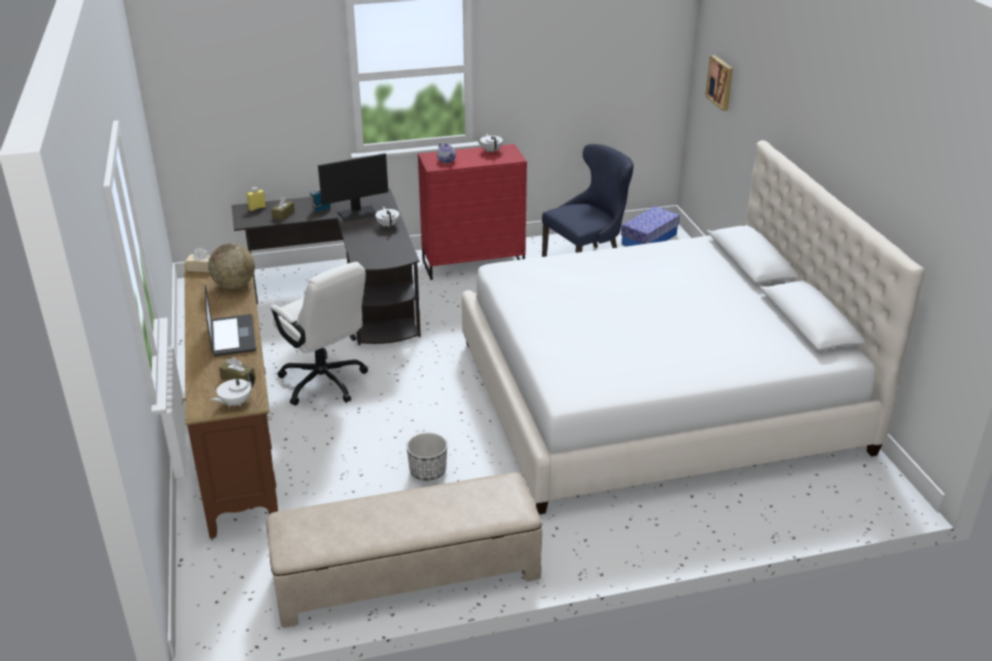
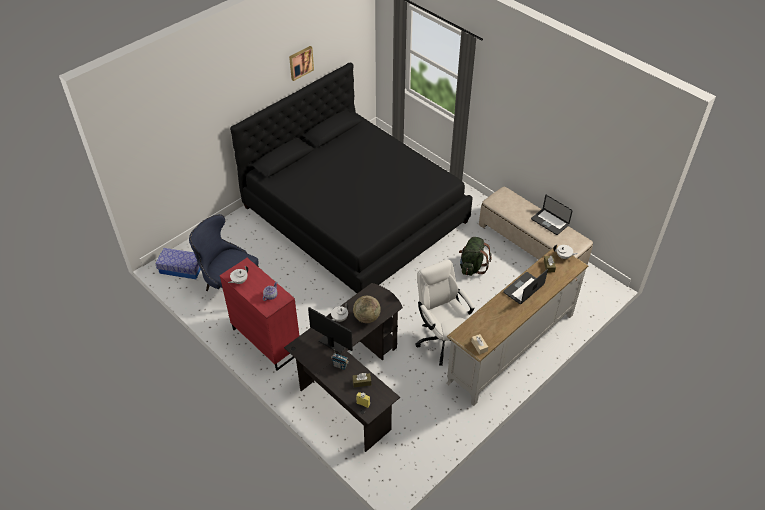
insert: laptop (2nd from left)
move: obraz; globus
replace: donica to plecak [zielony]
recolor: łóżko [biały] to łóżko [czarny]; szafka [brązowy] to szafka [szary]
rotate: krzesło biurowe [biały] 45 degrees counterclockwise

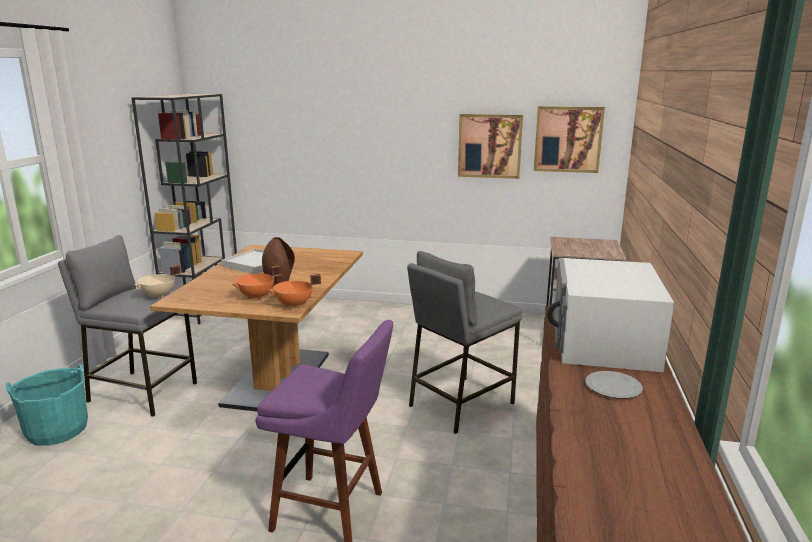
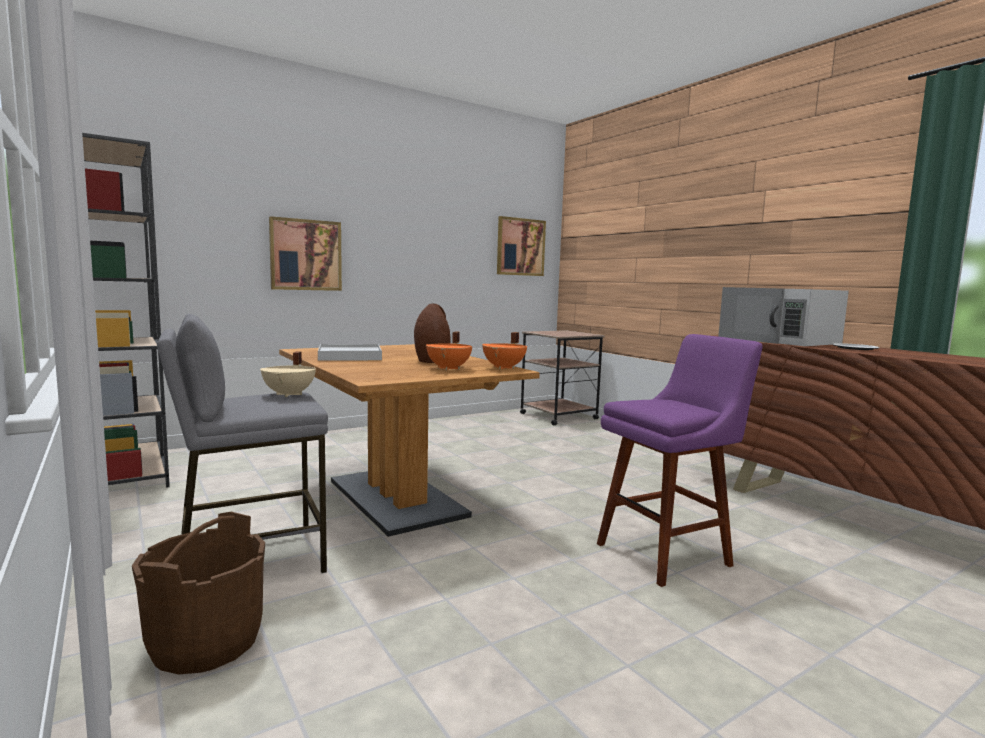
delete: stołek [szary] (2nd from left)
move: obraz (1st from left)
recolor: wiadro [turkusowy] to wiadro [brązowy]

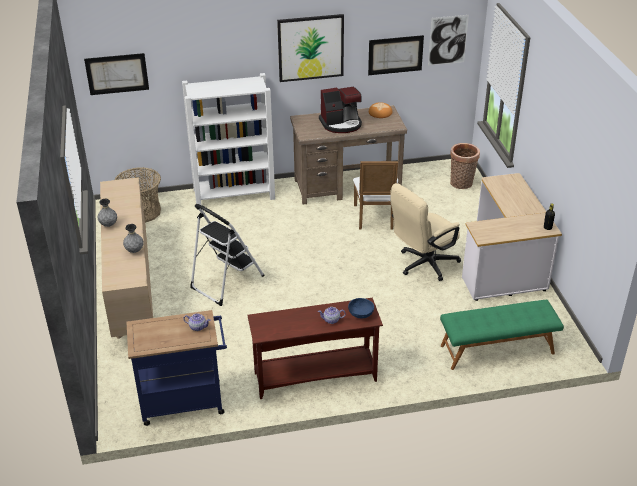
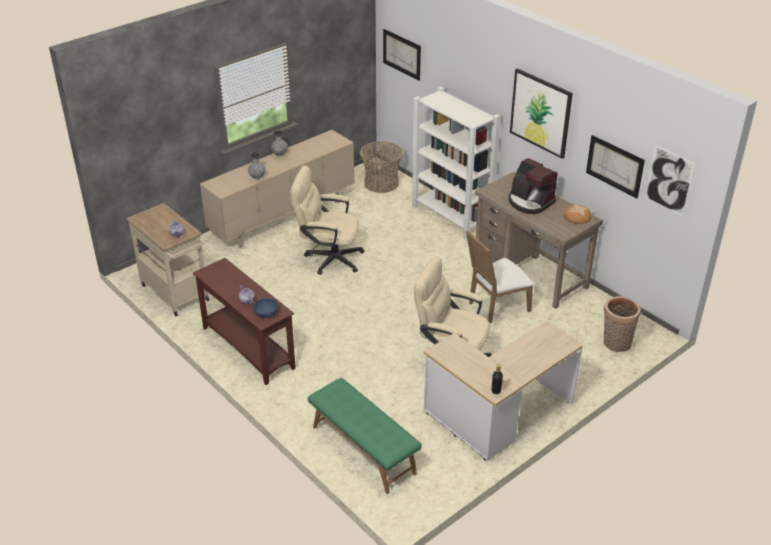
replace: drabinka to krzesło biurowe [beżowy] (1st from left)
recolor: wózek [niebieski] to wózek [beżowy]

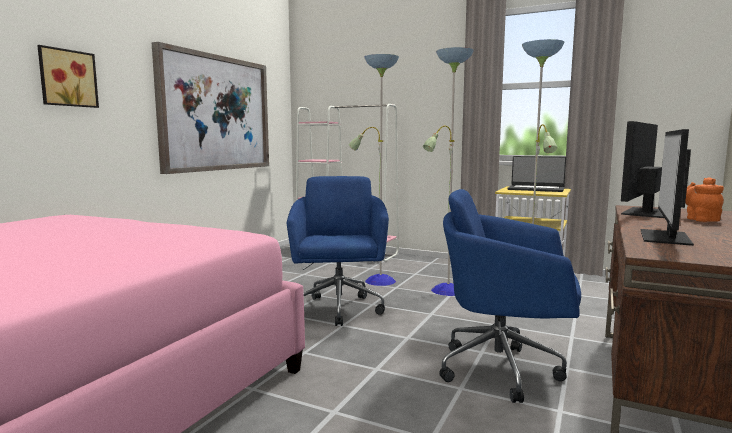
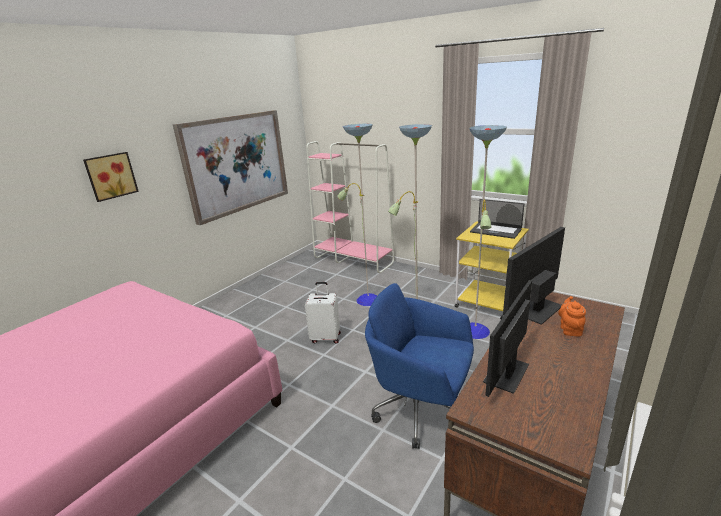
replace: krzesło biurowe [niebieski] (1st from left) to walizka [biały]

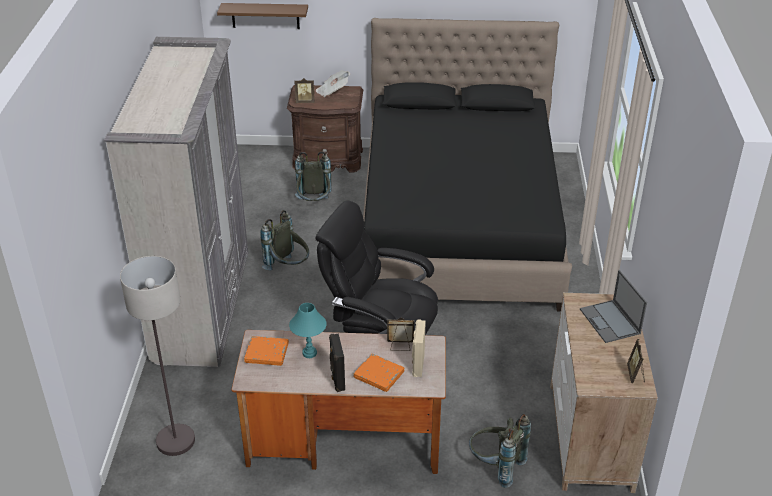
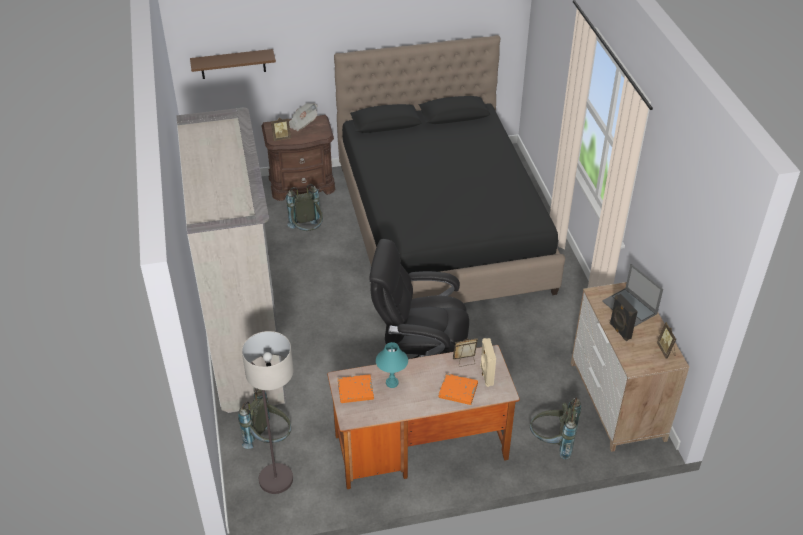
move: plecak [szary] (1st from left); głośnik [czarny]

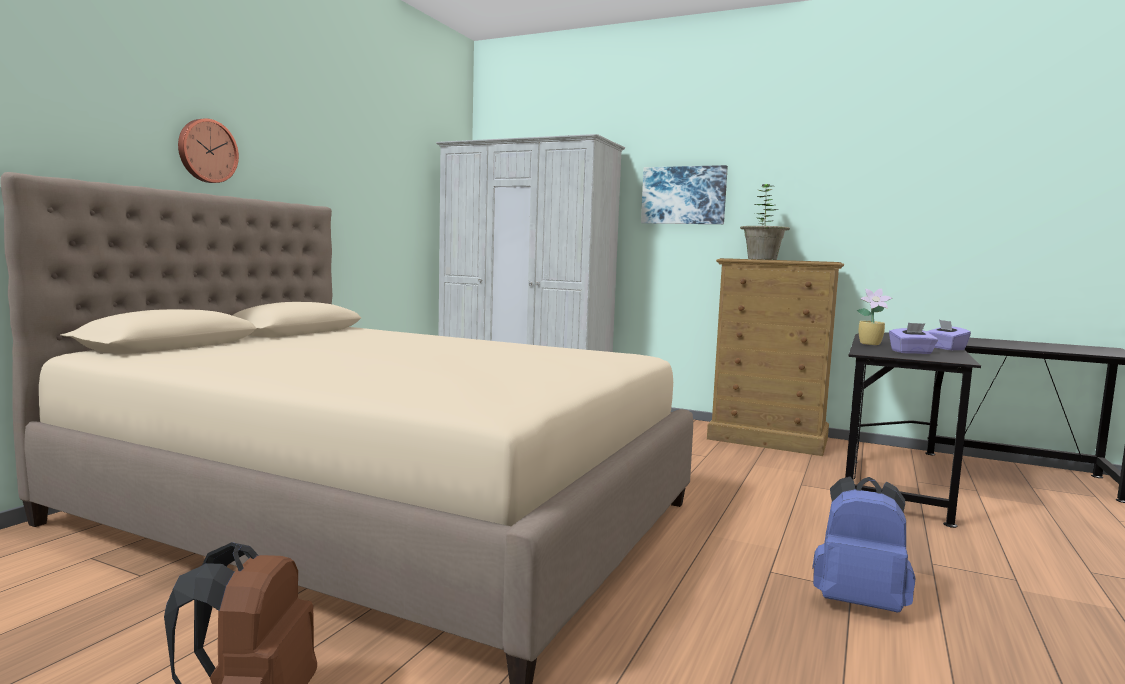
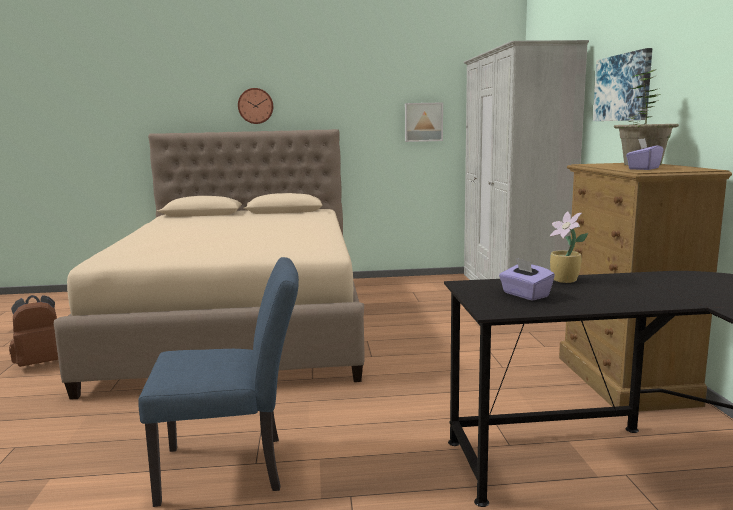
insert: obraz (1st from left)
move: pudełko chusteczek [fioletowy] (2nd from left)
replace: plecak [niebieski] to krzesło [niebieski]

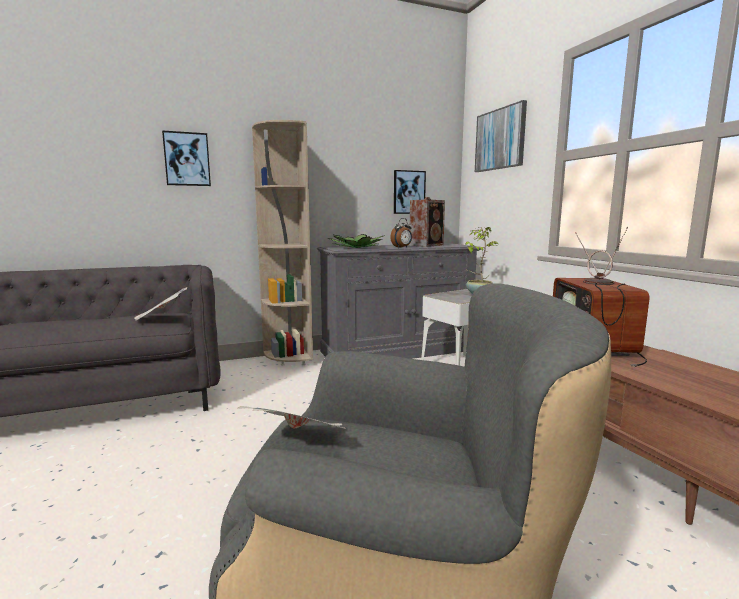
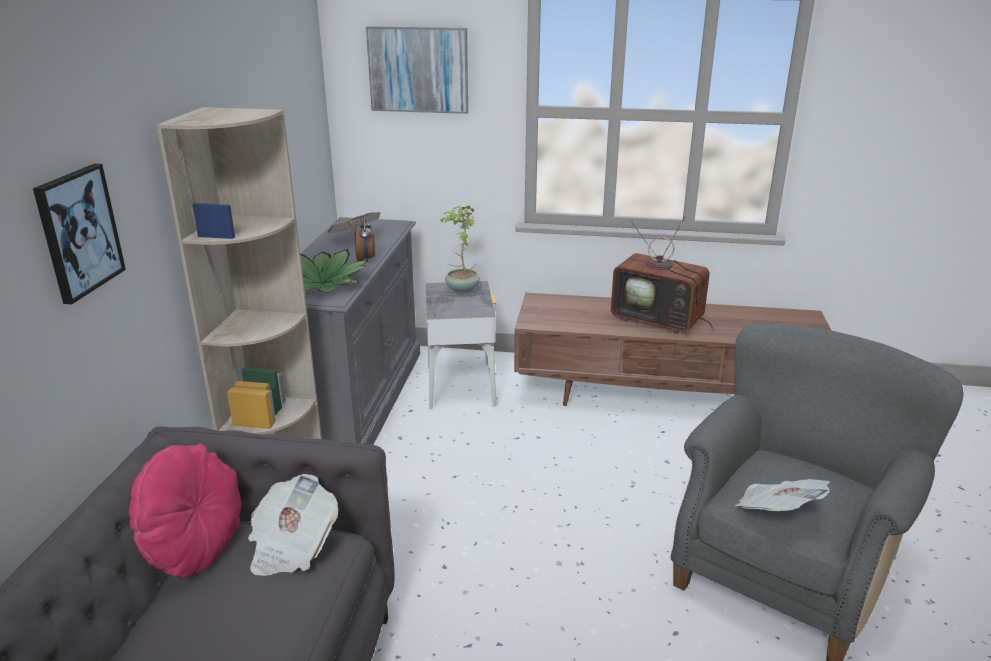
delete: obraz (2nd from left)
insert: poduszka [różowy]
replace: głośnik to gazeta (2nd from left)

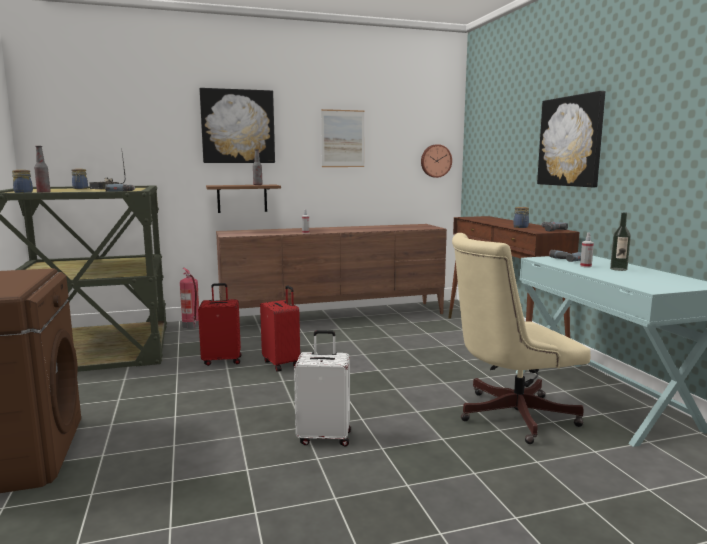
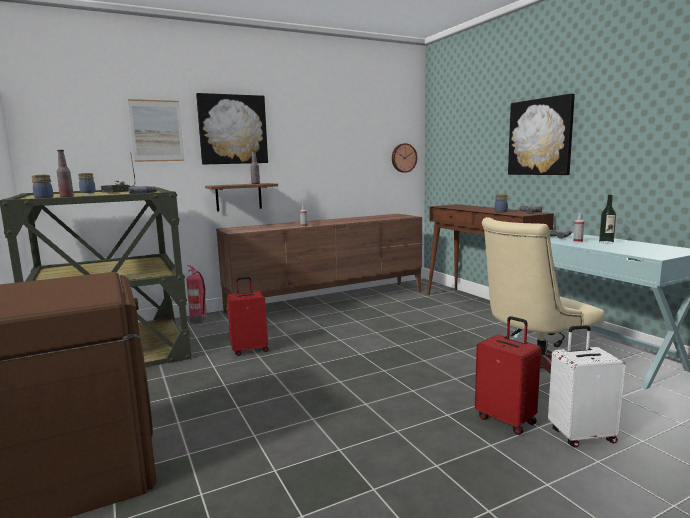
move: obraz (2nd from left in the first image) to obraz (1st from left); walizka [czerwony] (2nd from left); walizka [biały]

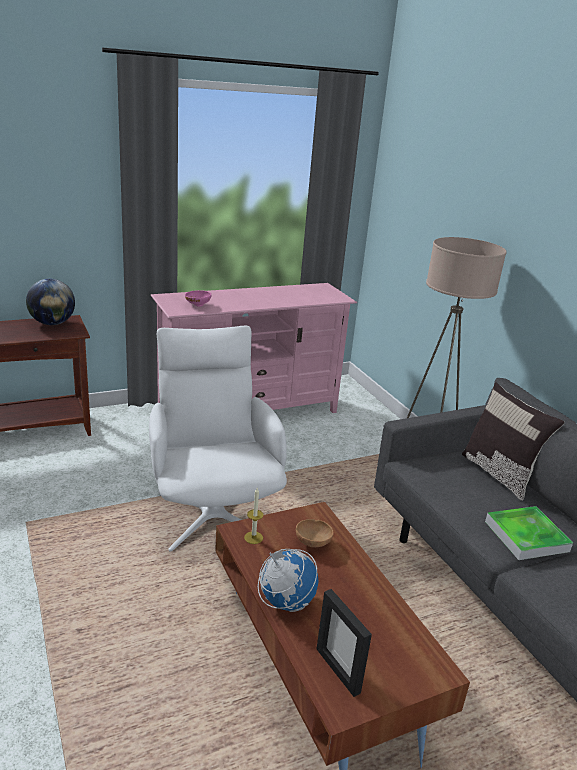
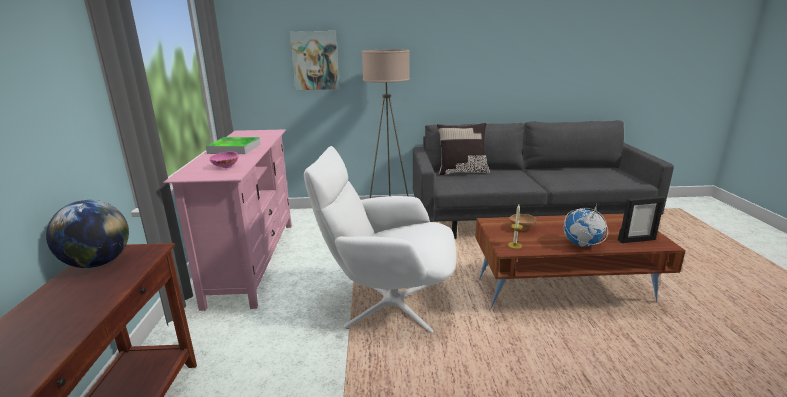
insert: obraz
move: taca

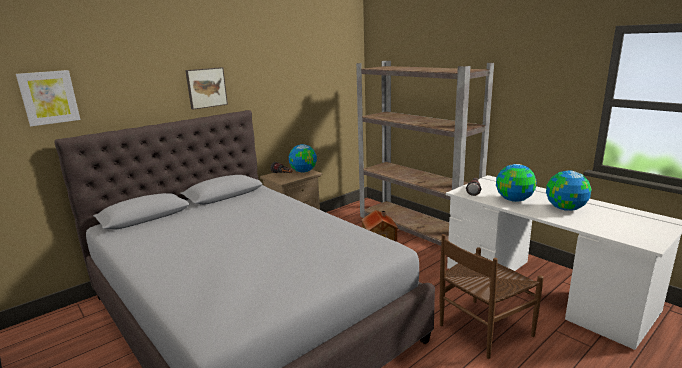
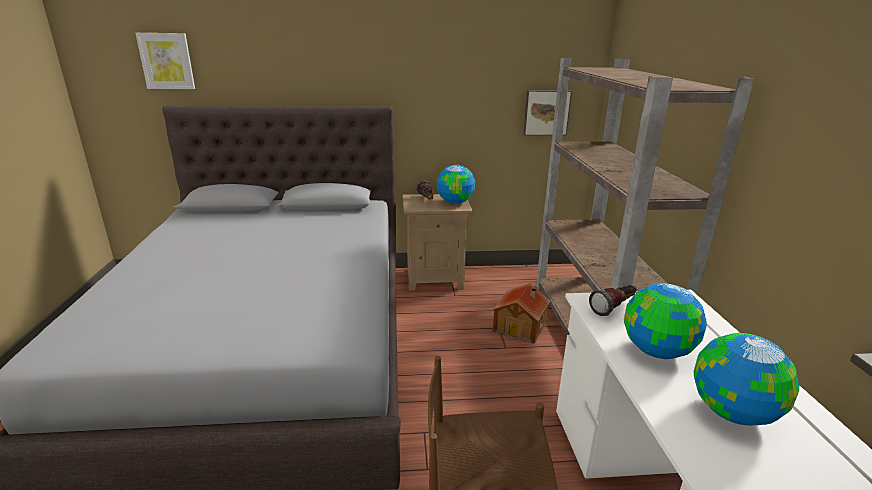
move: obraz (2nd from left)

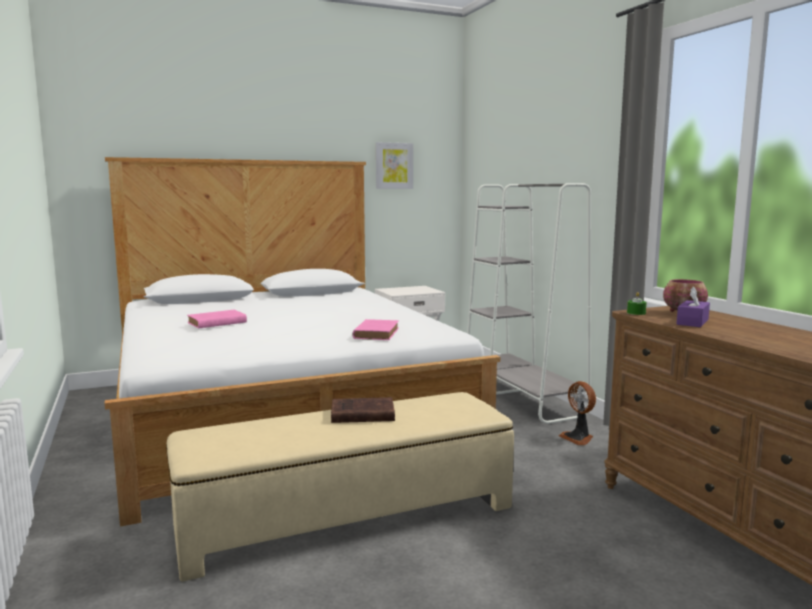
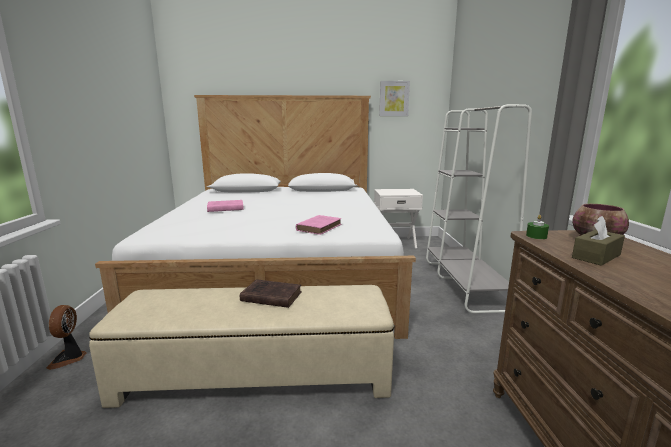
move: wentylator
recolor: pudełko chusteczek [fioletowy] to pudełko chusteczek [brązowy]

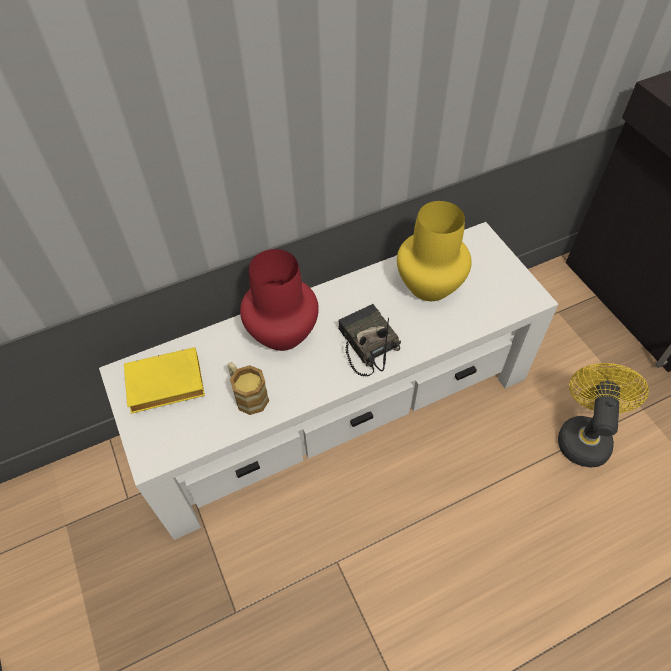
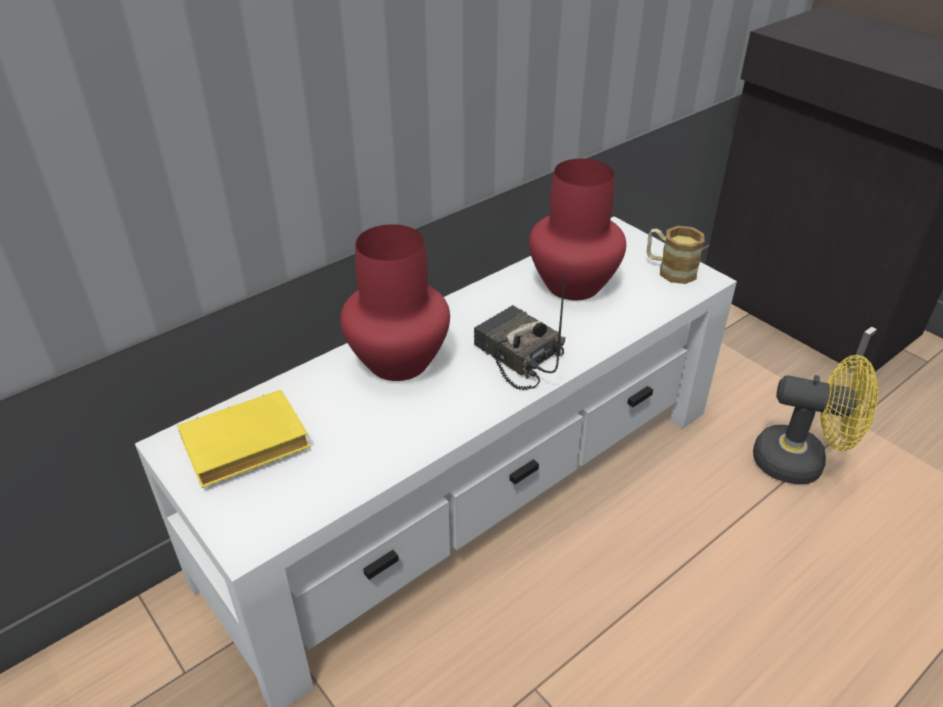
move: kubek
recolor: wazon [żółty] to wazon [czerwony] (2nd from left)
rotate: wentylator [żółty] 105 degrees clockwise

